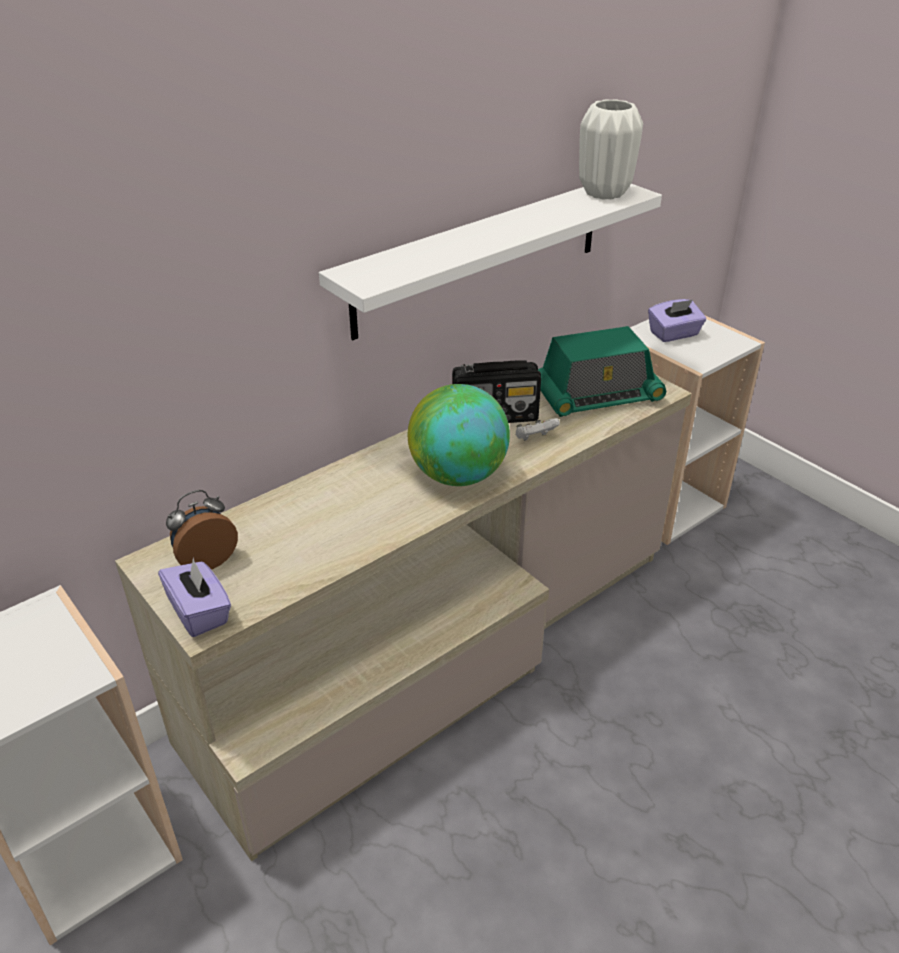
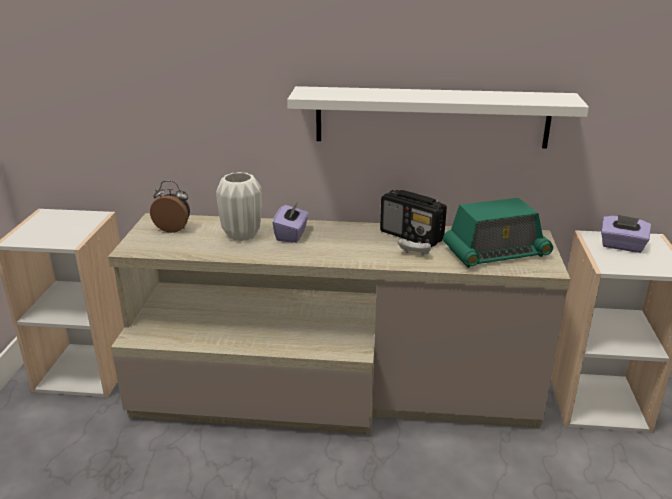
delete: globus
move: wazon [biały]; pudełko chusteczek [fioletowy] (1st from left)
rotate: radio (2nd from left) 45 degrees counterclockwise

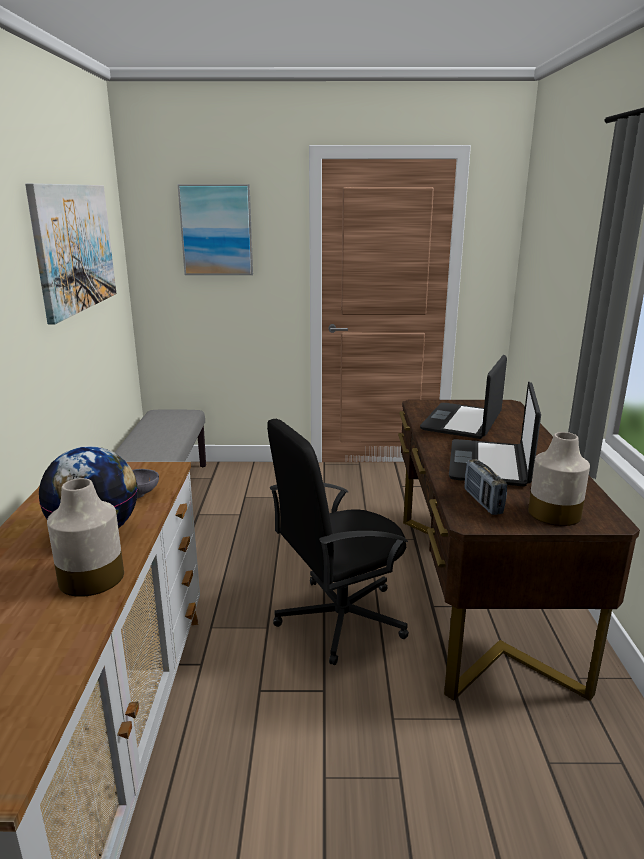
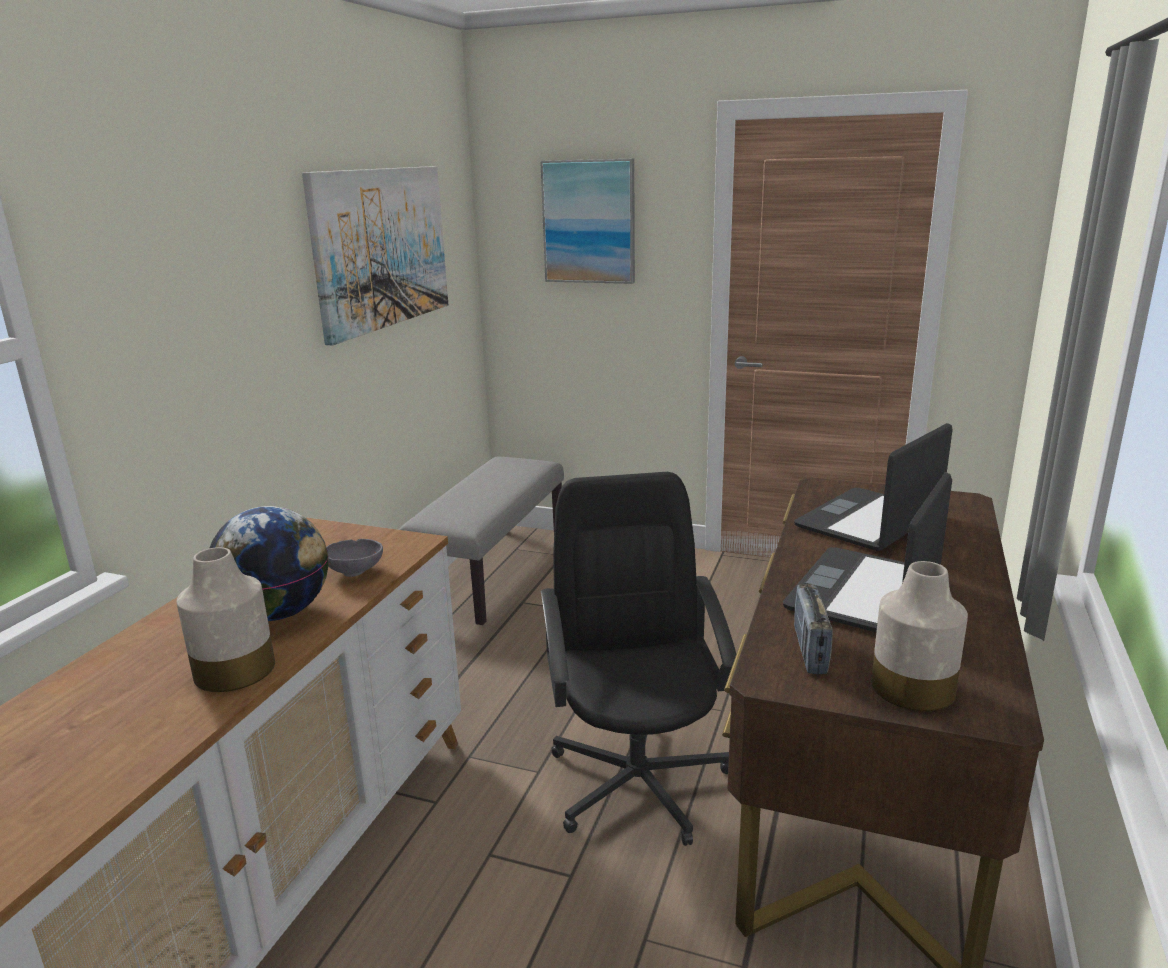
rotate: krzesło biurowe [czarny] 90 degrees clockwise

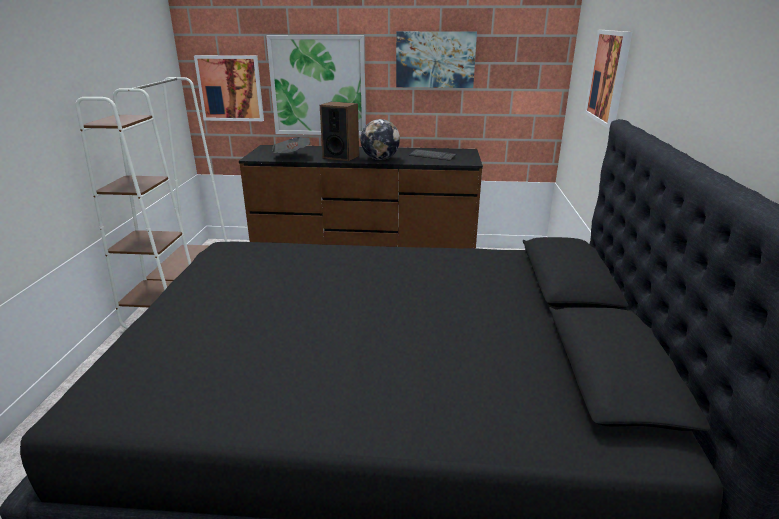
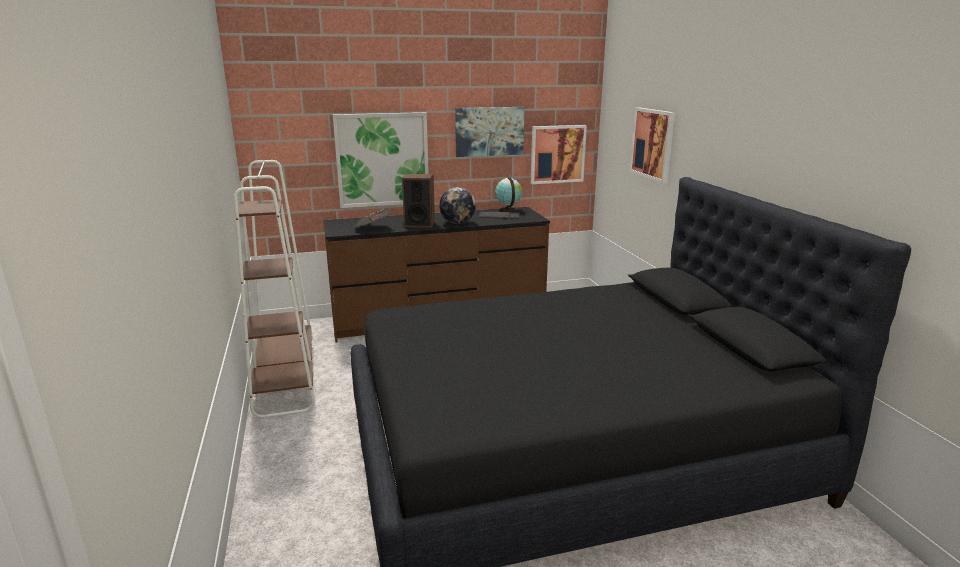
insert: globus (2nd from left)
move: obraz (1st from left in the first image) to obraz (3rd from left)

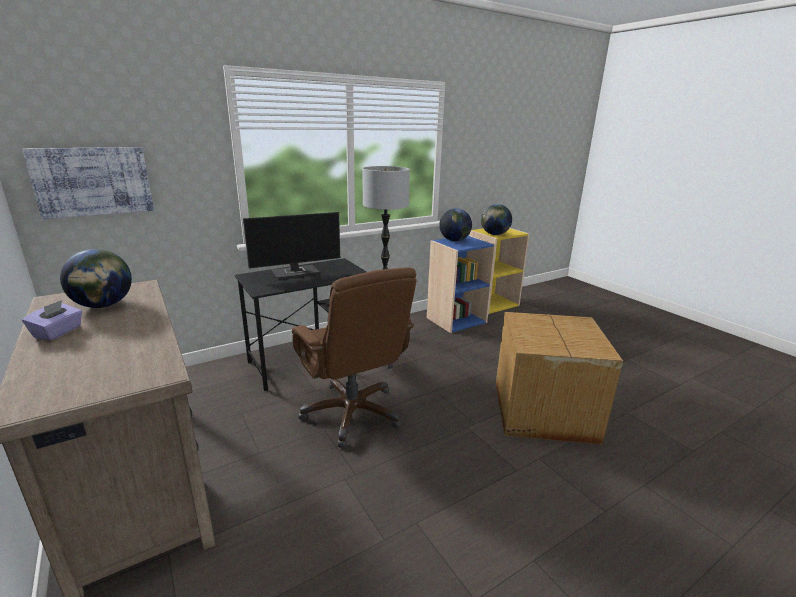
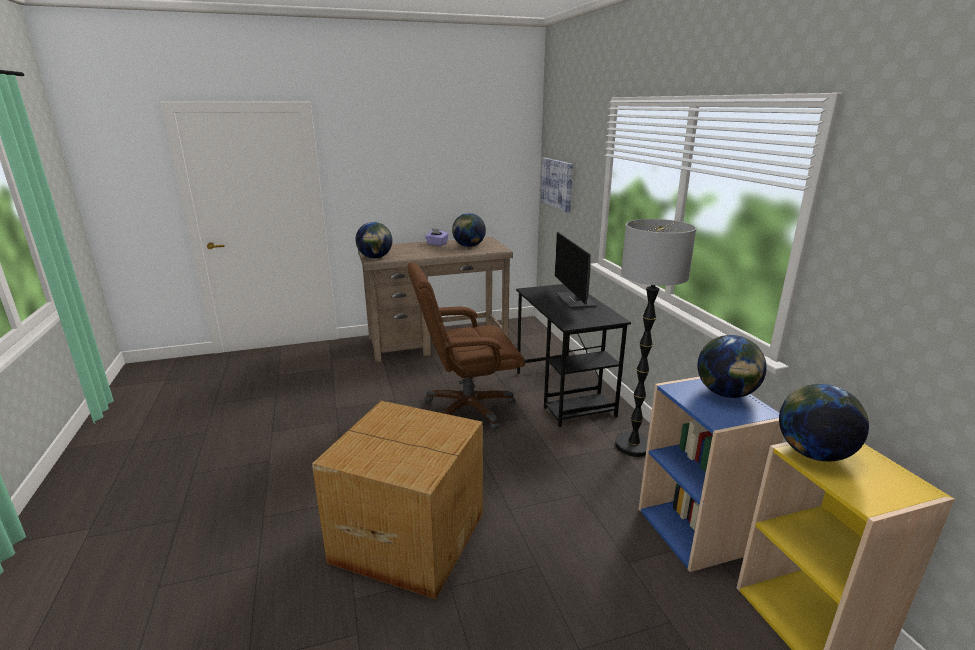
insert: globus (1st from left)

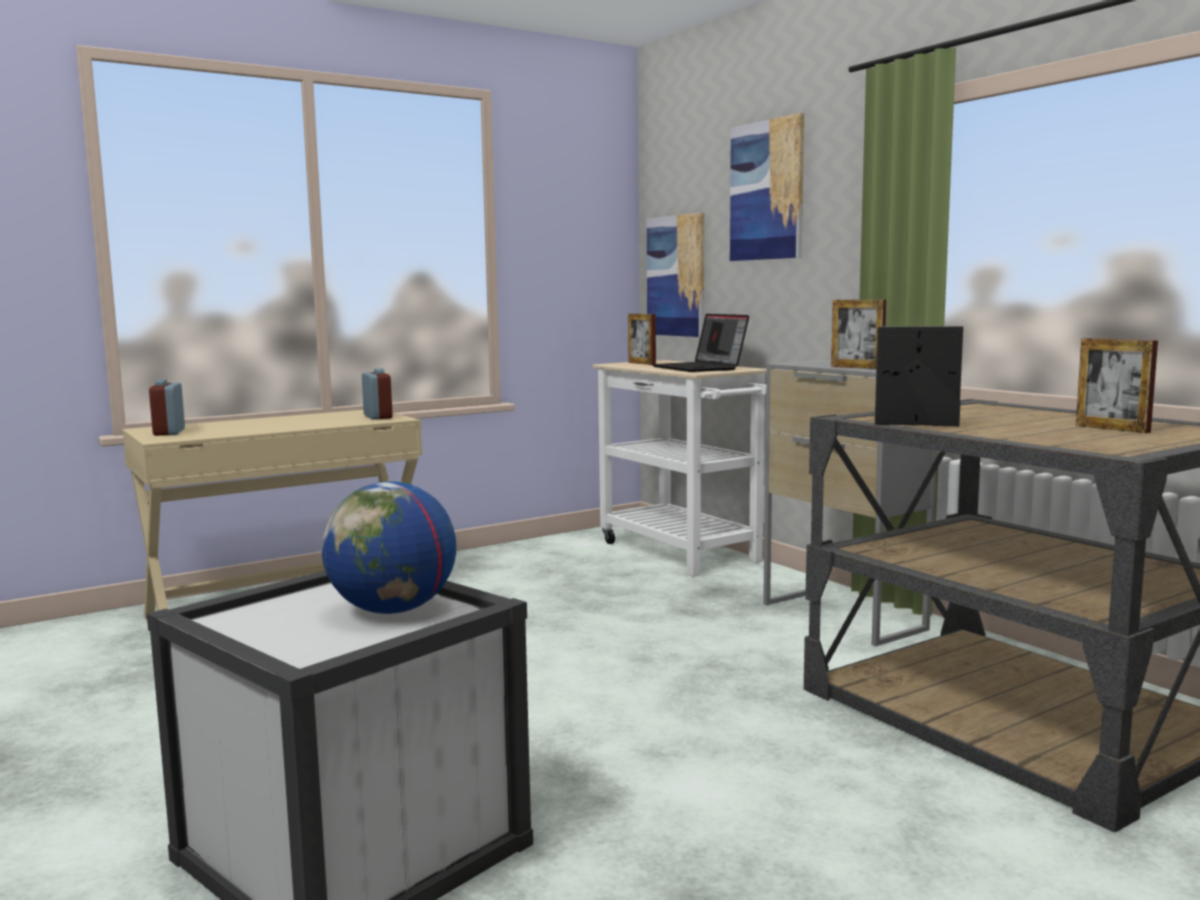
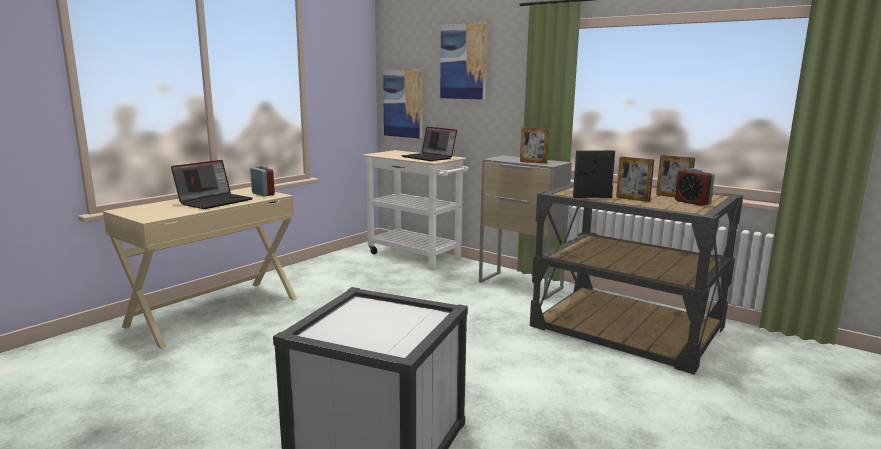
delete: globus
insert: laptop (1st from left)
move: ramka na zdjęcie (1st from left in the first image) to ramka na zdjęcie (3rd from left); budzik (1st from left in the first image) to budzik (2nd from left)

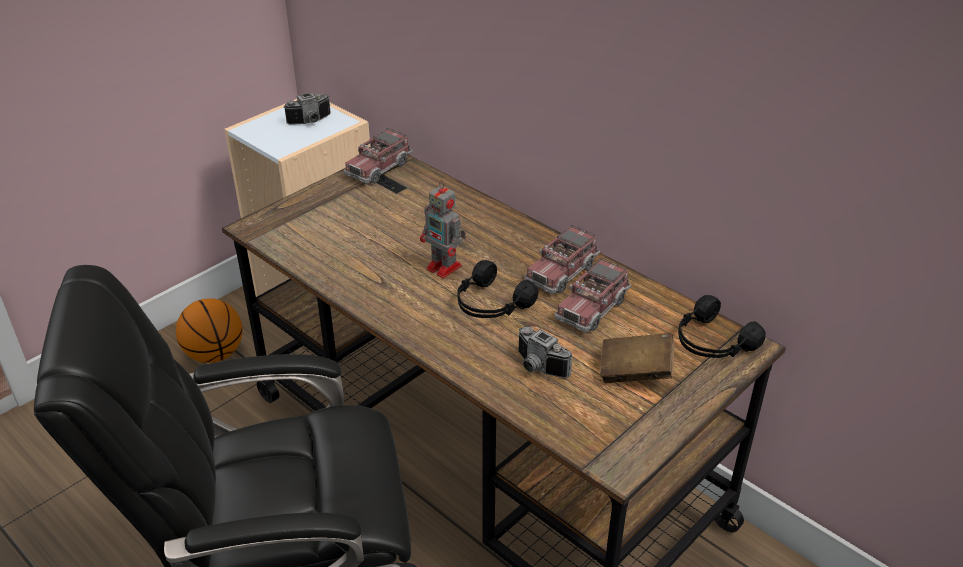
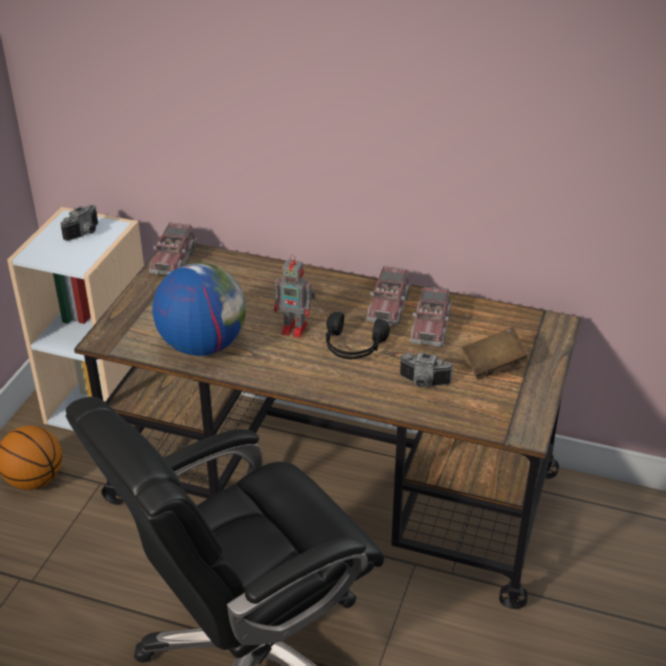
delete: słuchawki [czarny] (2nd from left)
insert: globus

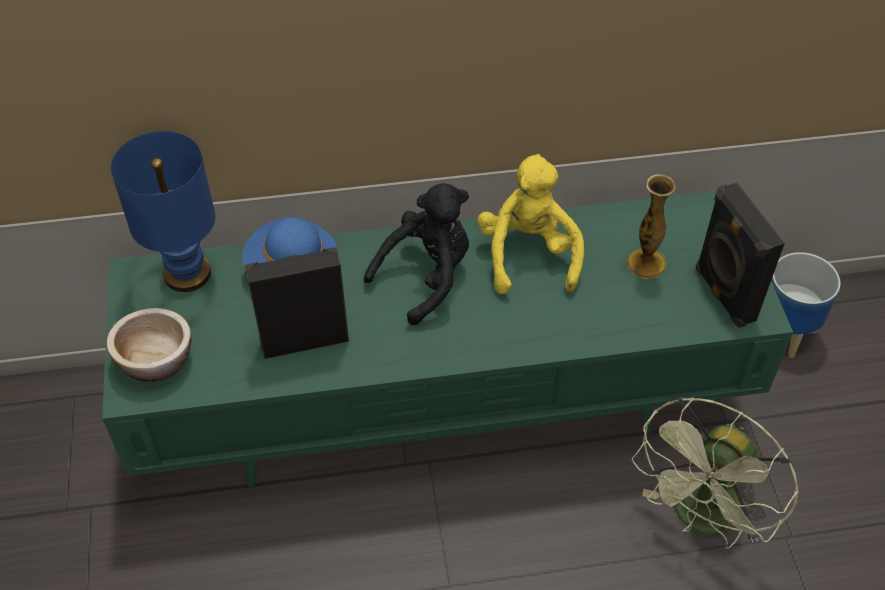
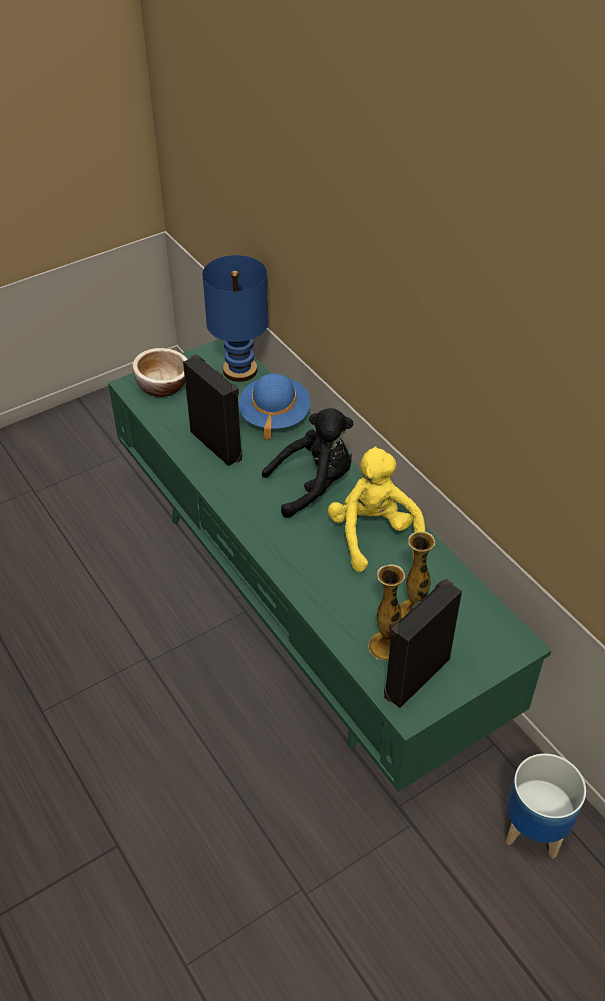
delete: wentylator [zielony]
insert: wazon (1st from left)
rotate: pluszak [żółty] 75 degrees counterclockwise; pluszak [czarny] 45 degrees counterclockwise

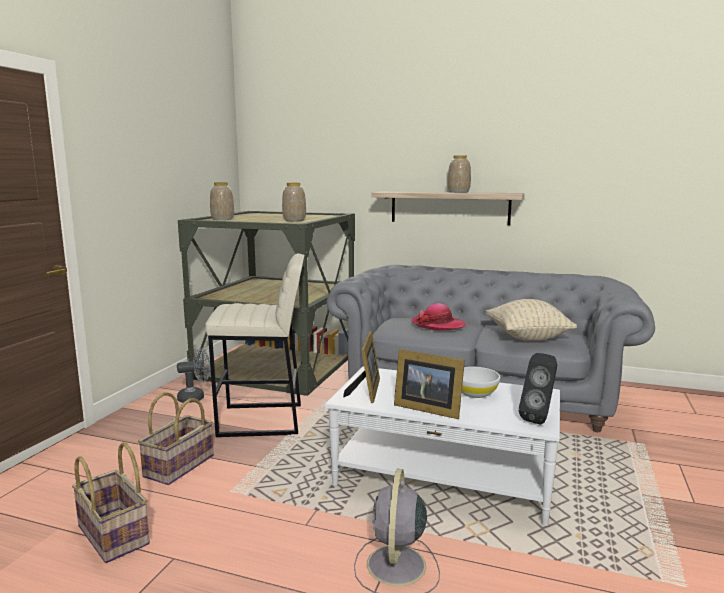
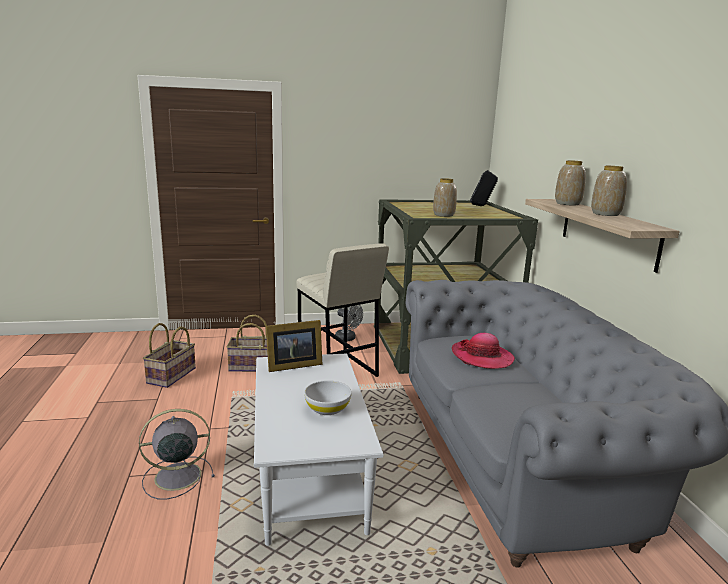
delete: poduszka [beżowy]; ramka na zdjęcie (2nd from left)
move: wazon (1st from left in the first image) to wazon (2nd from left); głośnik [czarny]

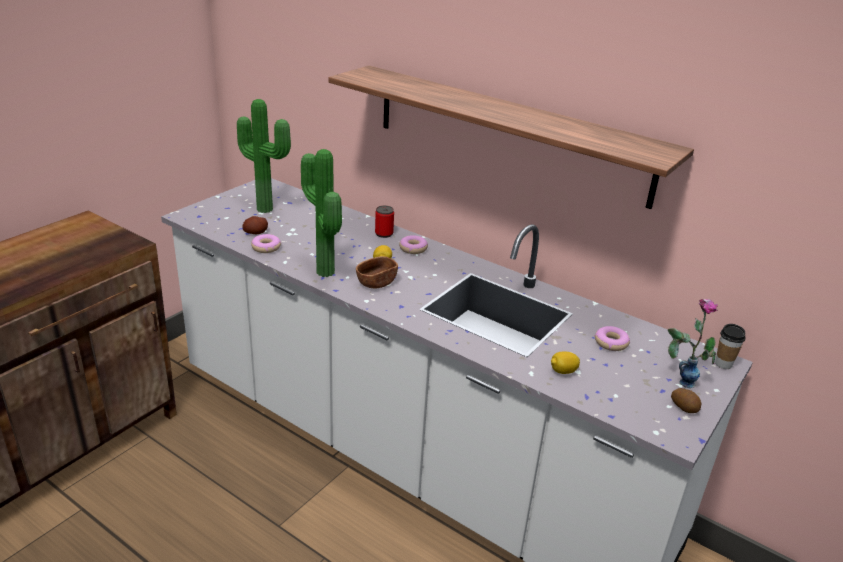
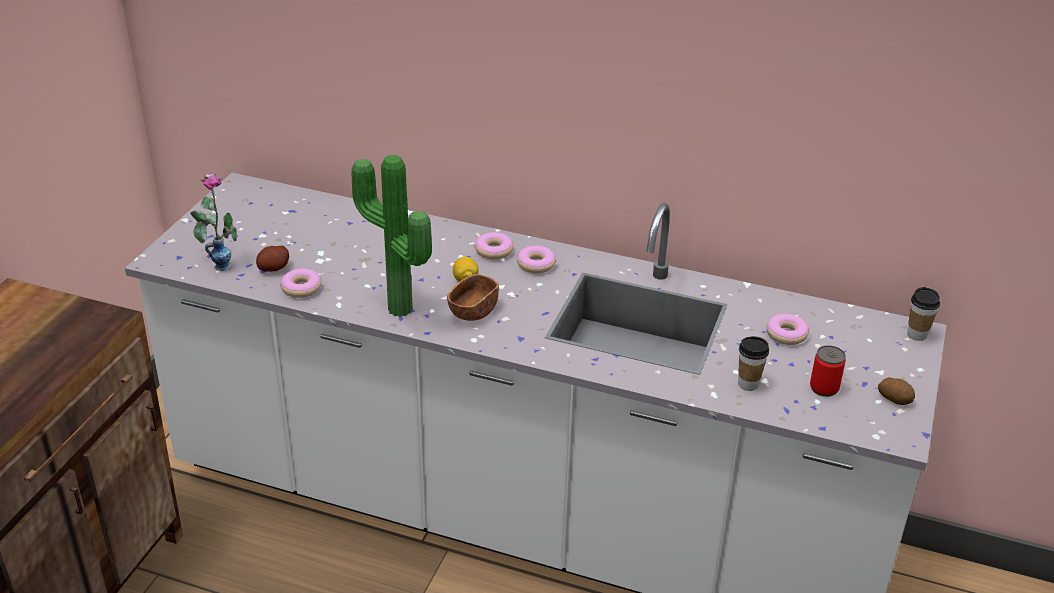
delete: półka; roślina doniczkowa (1st from left)
insert: donut (3rd from left)
move: puszka; wazon
replace: cytryna (2nd from left) to filiżanka (1st from left)

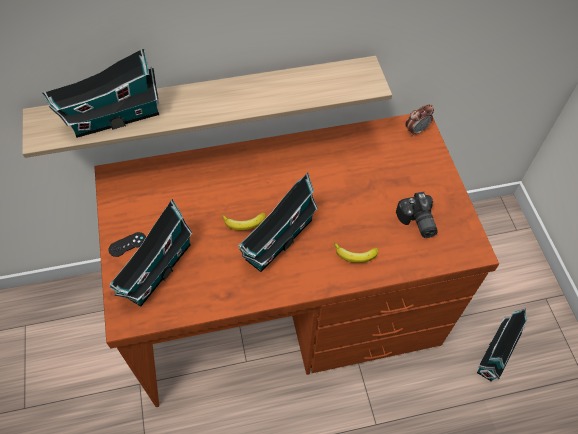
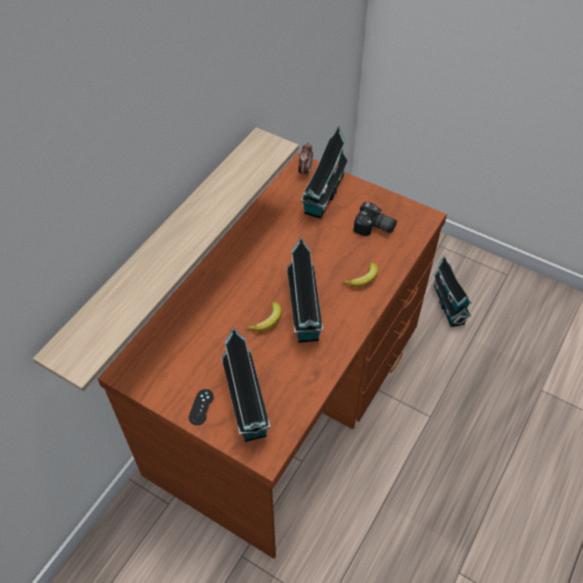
move: domek (1st from left in the first image) to domek (3rd from left)

